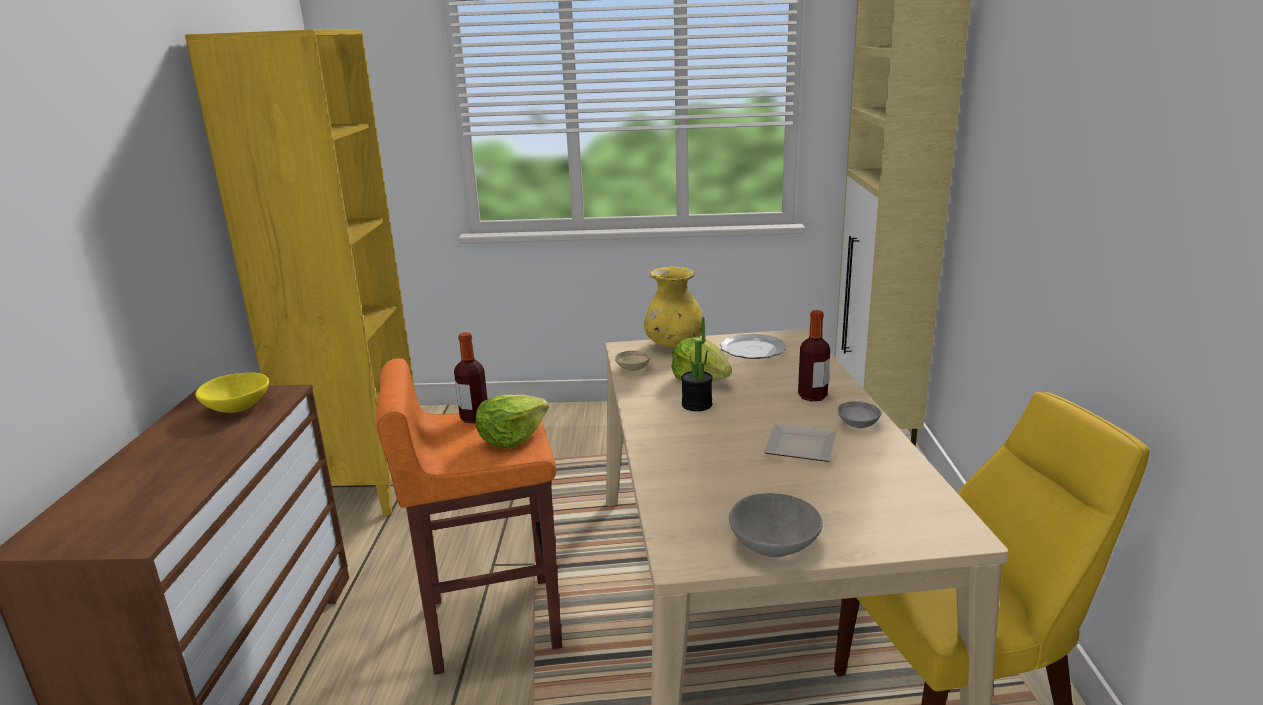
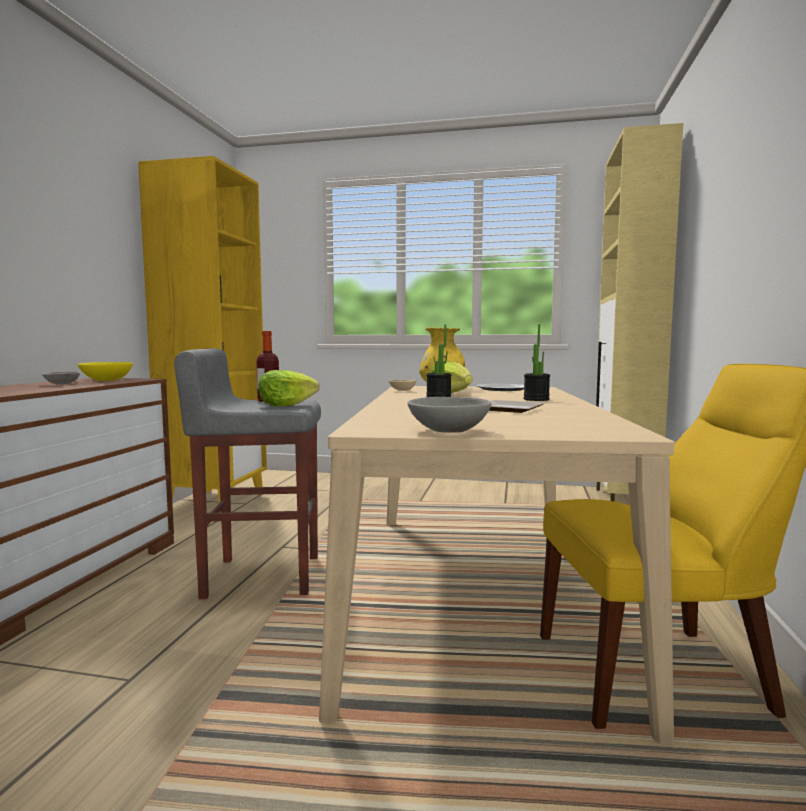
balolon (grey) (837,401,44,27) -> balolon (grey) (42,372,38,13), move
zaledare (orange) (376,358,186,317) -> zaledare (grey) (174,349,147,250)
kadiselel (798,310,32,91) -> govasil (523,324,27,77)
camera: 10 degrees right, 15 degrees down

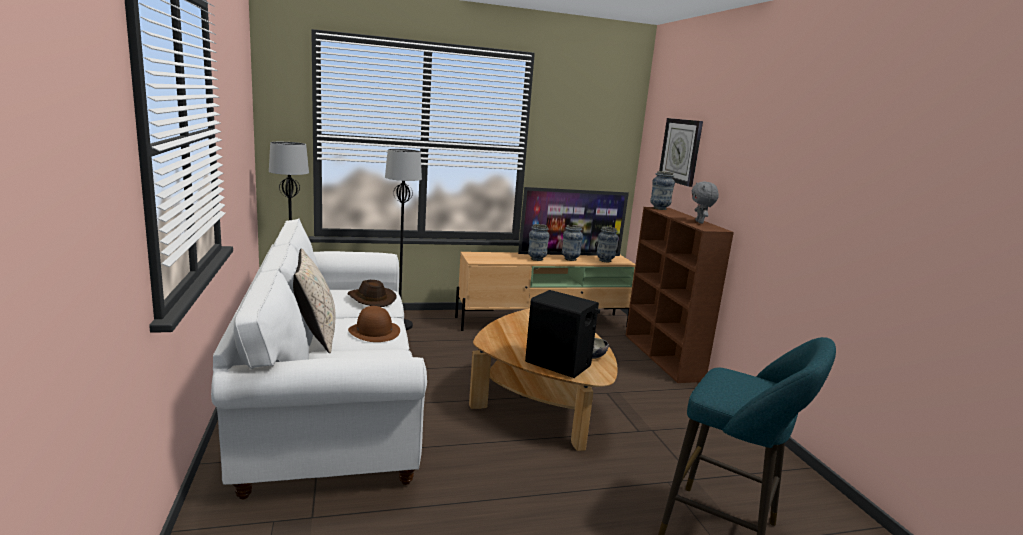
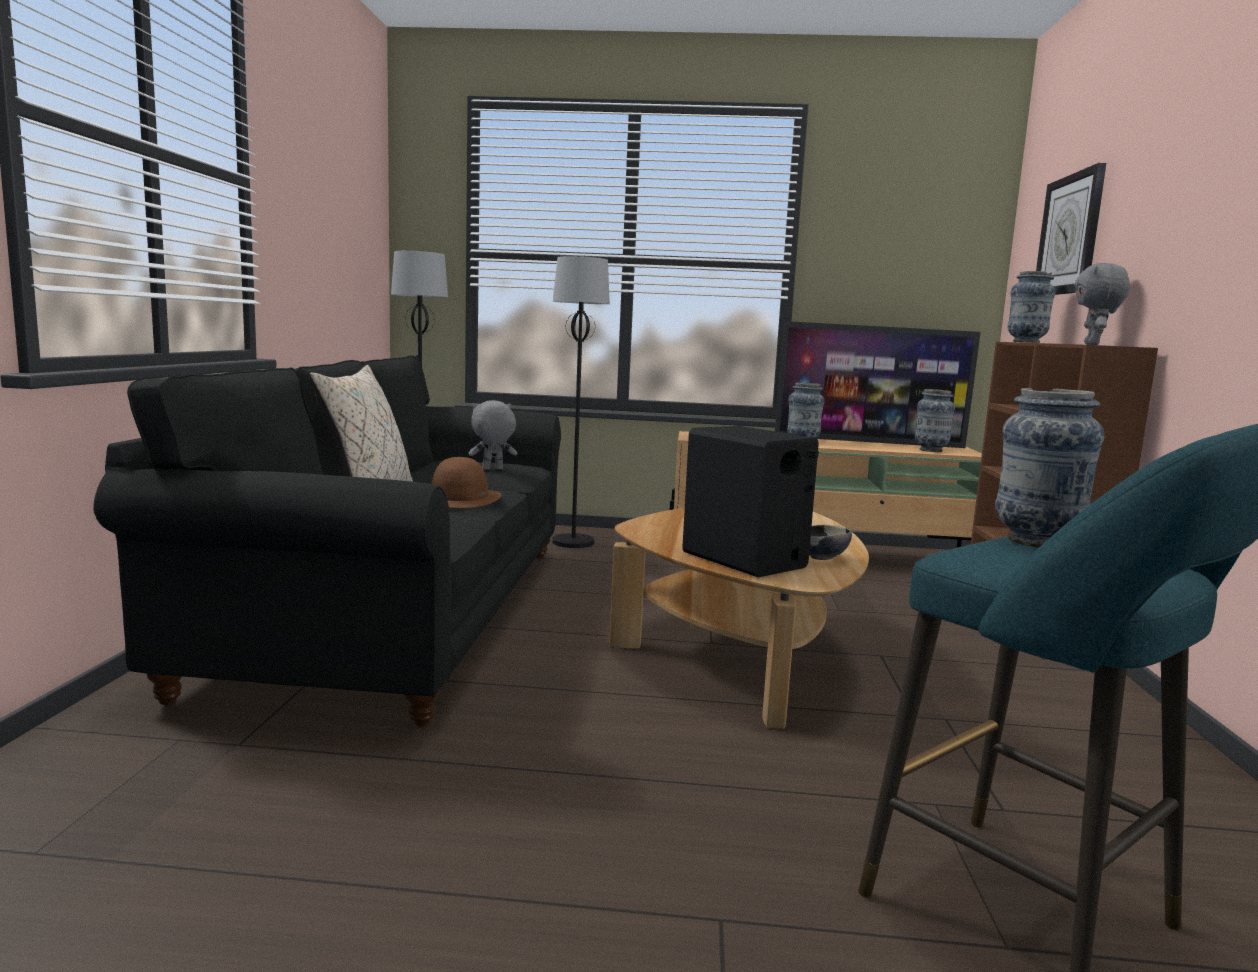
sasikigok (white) (211,218,216,281) -> sasikigok (black) (93,355,468,372)
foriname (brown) (347,280,50,27) -> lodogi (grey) (469,400,48,70)
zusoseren (562,225,21,36) -> zusoseren (995,388,110,160), move
camera: 20 degrees right, 5 degrees down

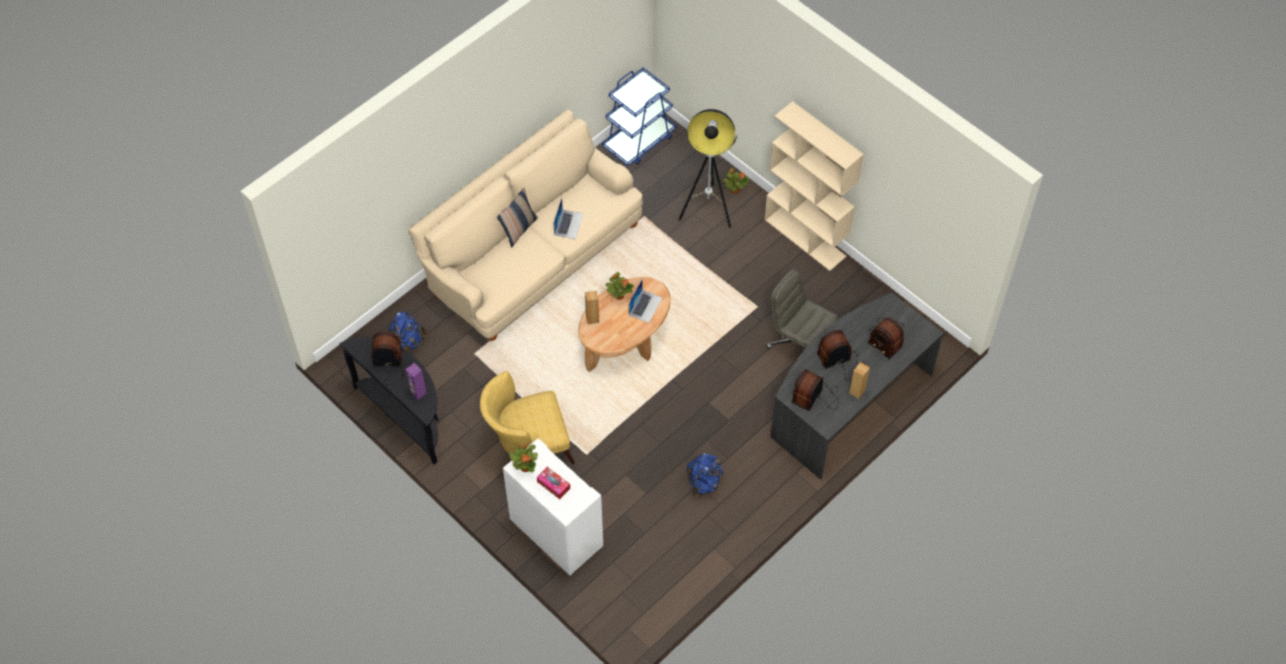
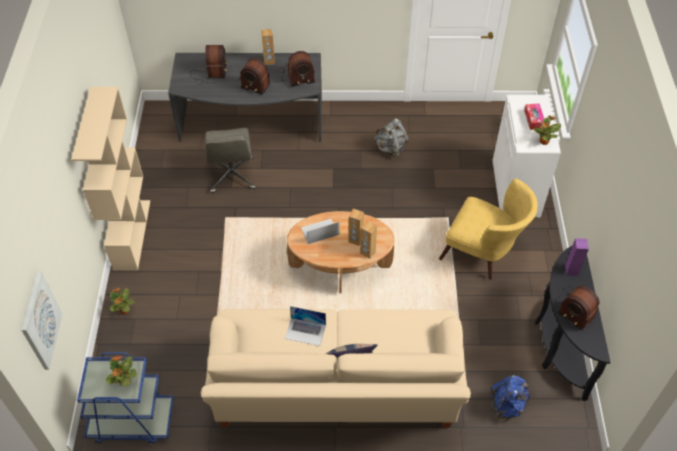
none -> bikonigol (21,272,42,98)
govasil (606,272,28,28) -> govasil (106,356,30,30), move
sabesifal (553,198,30,41) -> sabesifal (285,306,41,40), 135 degrees counterclockwise
none -> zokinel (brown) (349,209,15,37)
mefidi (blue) (687,453,36,44) -> mefidi (grey) (374,119,35,39)
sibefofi (678,109,59,119) -> none
camera: 135 degrees left, 5 degrees down

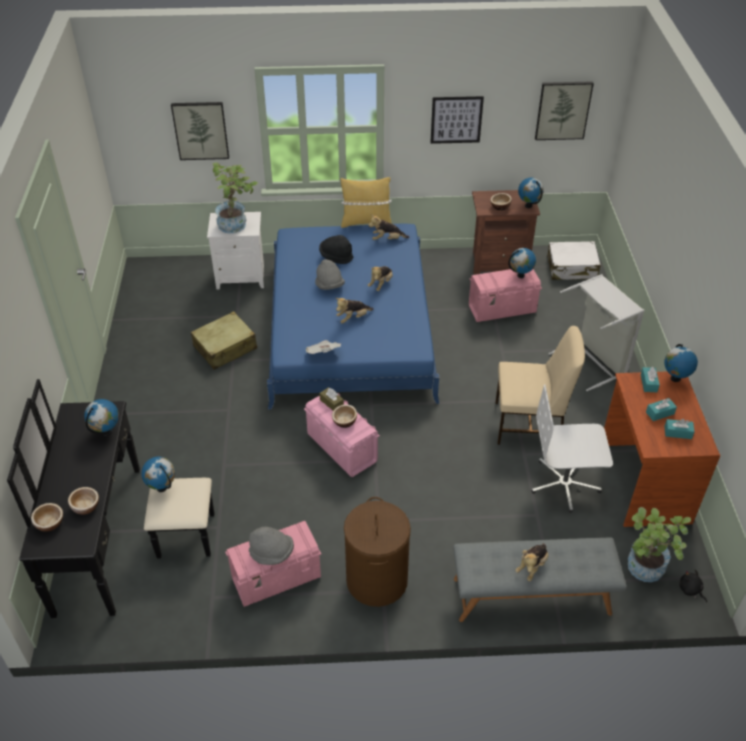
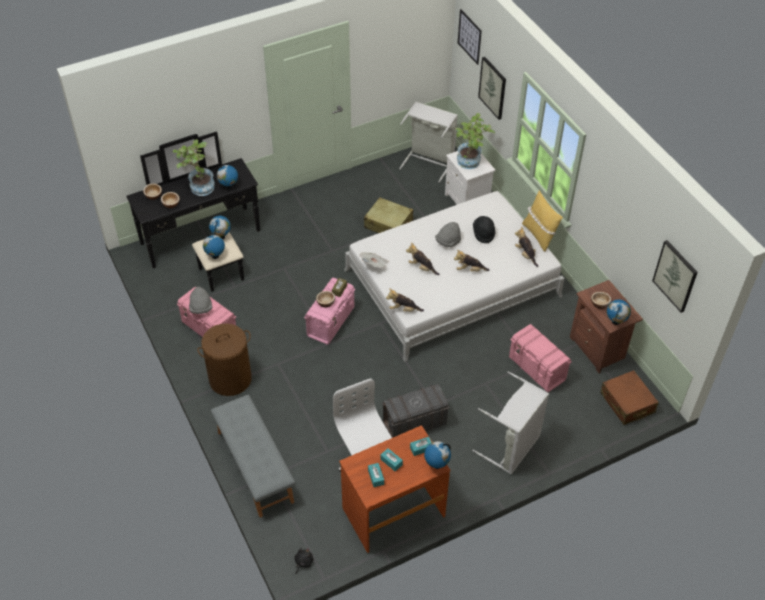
govasil (628,507,63,75) -> govasil (173,139,42,57), move
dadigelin (508,248,28,30) -> dadigelin (203,234,22,25), move
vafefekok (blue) (267,224,173,186) -> vafefekok (white) (344,191,221,171)
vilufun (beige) (495,326,90,119) -> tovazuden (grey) (382,384,68,54)
lodogi (515,543,34,38) -> lodogi (386,288,38,24), move
none -> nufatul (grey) (399,101,59,82)
bikonigol (430,96,54,48) -> bikonigol (458,9,24,56), move
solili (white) (547,241,54,39) -> solili (brown) (600,370,59,55)
camera: 65 degrees right, 5 degrees up

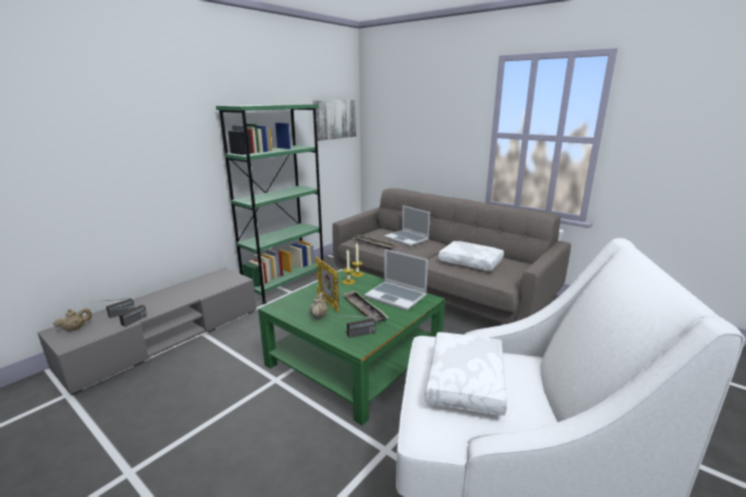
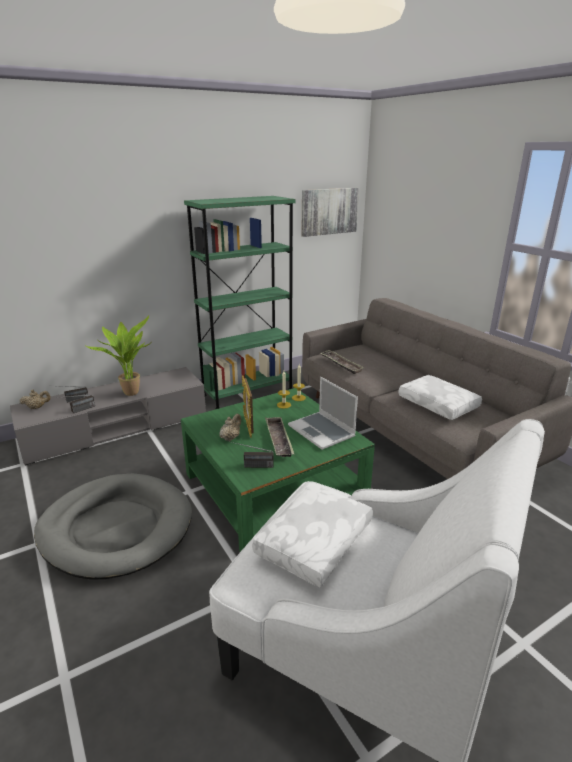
none -> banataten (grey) (34,474,158,106)
none -> govasil (86,315,65,81)
sabesifal (384,205,46,41) -> none
camera: 20 degrees right, 5 degrees up

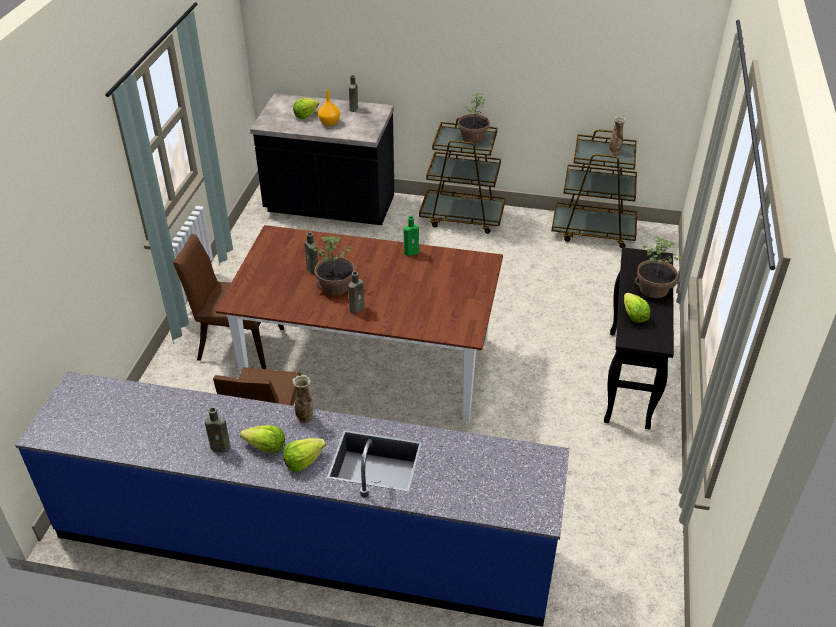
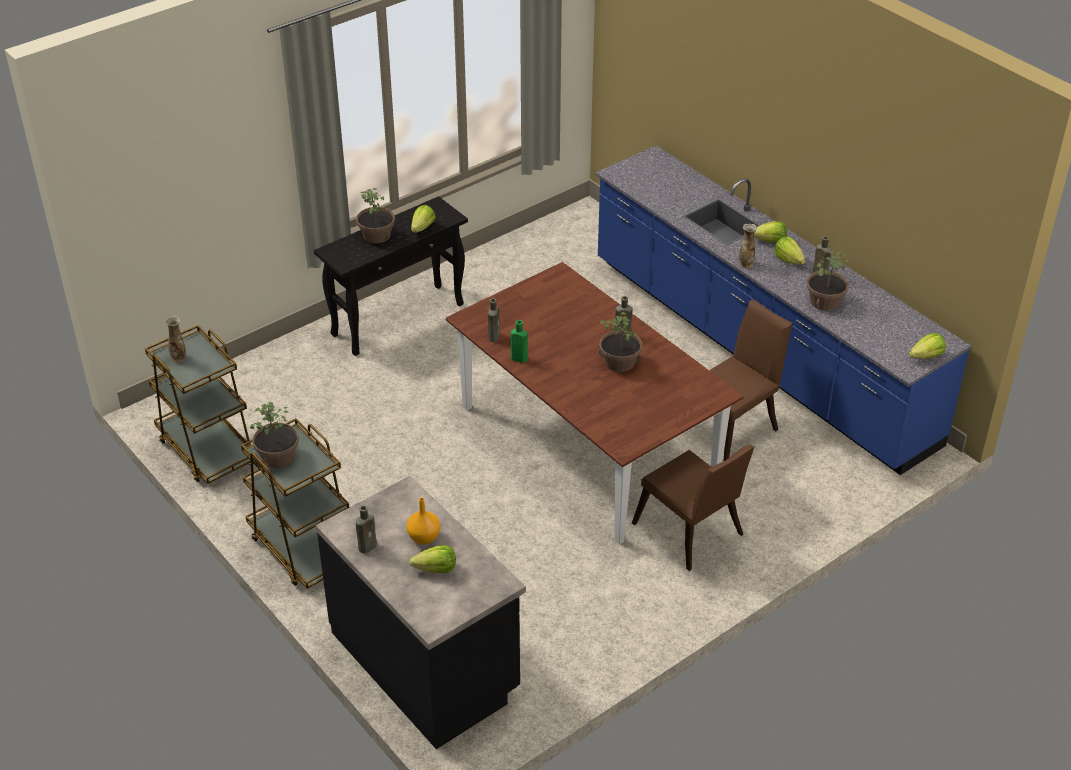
kadiselel (brown) (305,232,13,42) -> kadiselel (brown) (488,298,12,44), move
none -> govasil (807,251,43,59)
none -> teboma (909,333,37,26)
camera: 140 degrees left, 0 degrees up

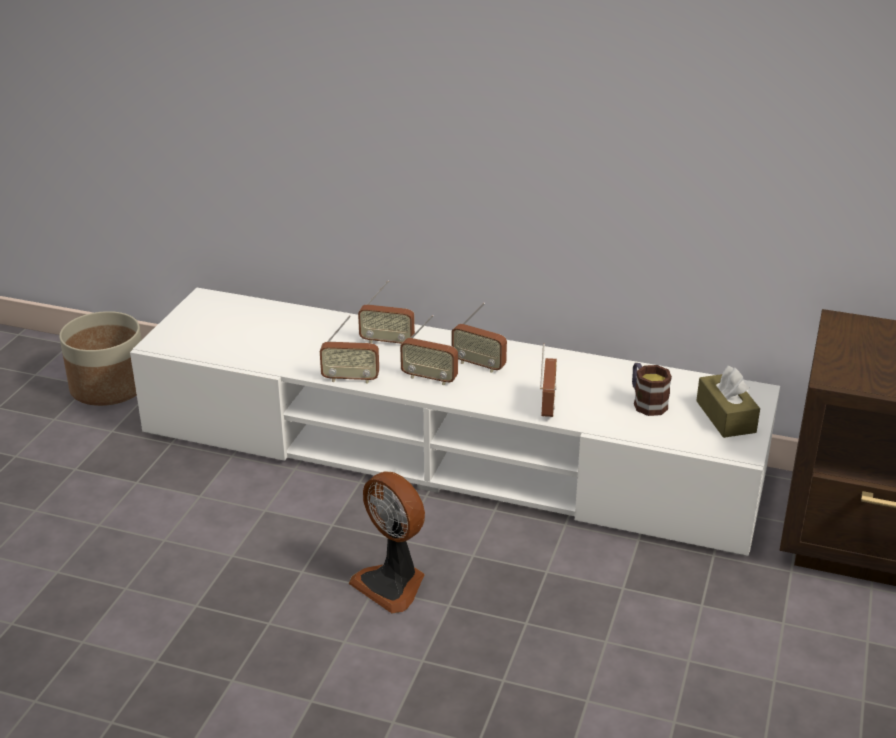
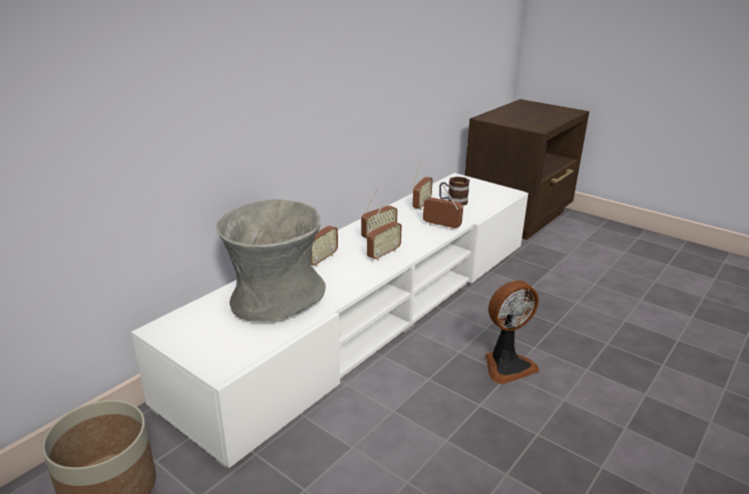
none -> zusoseren (grey) (216,199,110,122)
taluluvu (320,315,59,68) -> taluluvu (412,163,21,47), move
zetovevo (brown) (696,366,64,72) -> none
camera: 70 degrees left, 5 degrees down

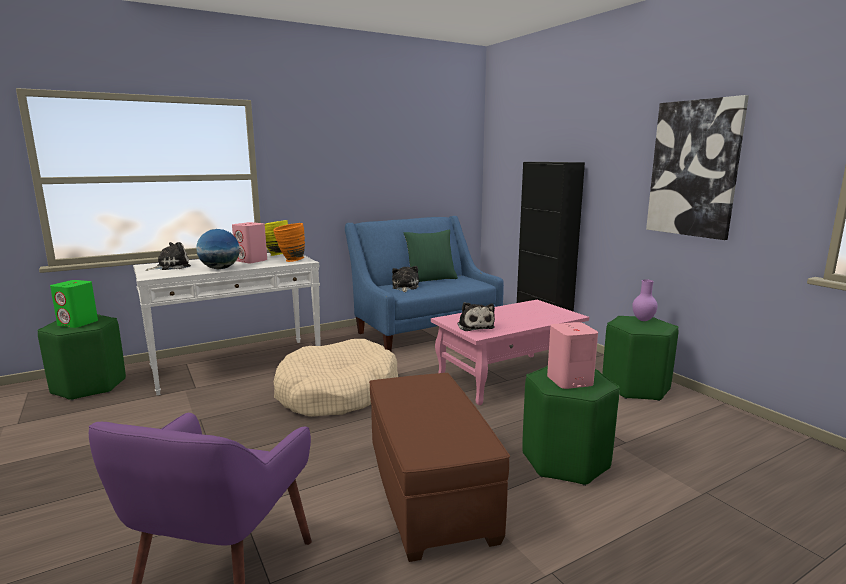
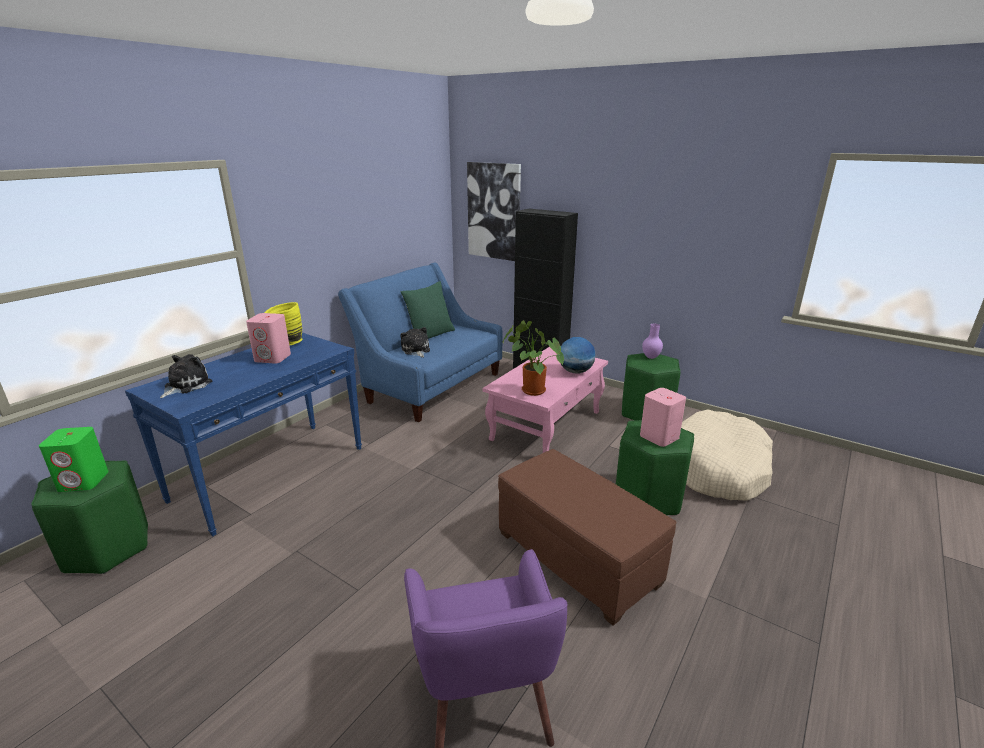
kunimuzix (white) (133,253,188,142) -> kunimuzix (blue) (125,332,237,204)
bikonigol (646,95,103,145) -> bikonigol (467,162,54,99), move
lodogi (457,302,38,29) -> govasil (503,320,61,76)
dadigelin (196,229,44,40) -> dadigelin (559,337,36,37), move
banataten (beige) (274,339,124,78) -> banataten (beige) (681,410,92,91), move
zusoseren (orange) (273,223,32,39) -> none
camera: 25 degrees left, 10 degrees up

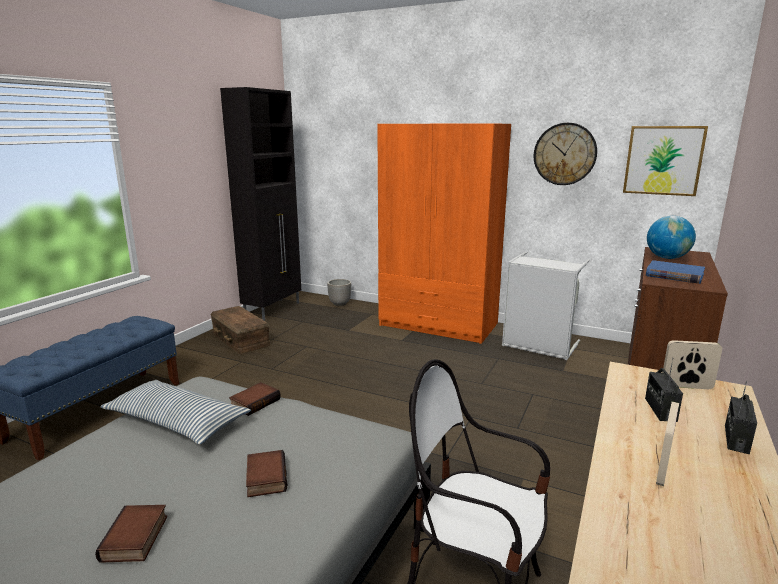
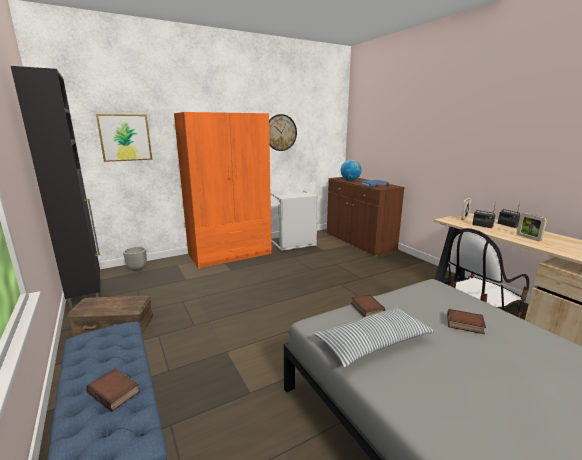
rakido (95,505,72,58) -> rakido (86,368,54,44), move
bikonigol (623,126,85,70) -> bikonigol (96,114,56,48), move
camera: 55 degrees left, 0 degrees up

